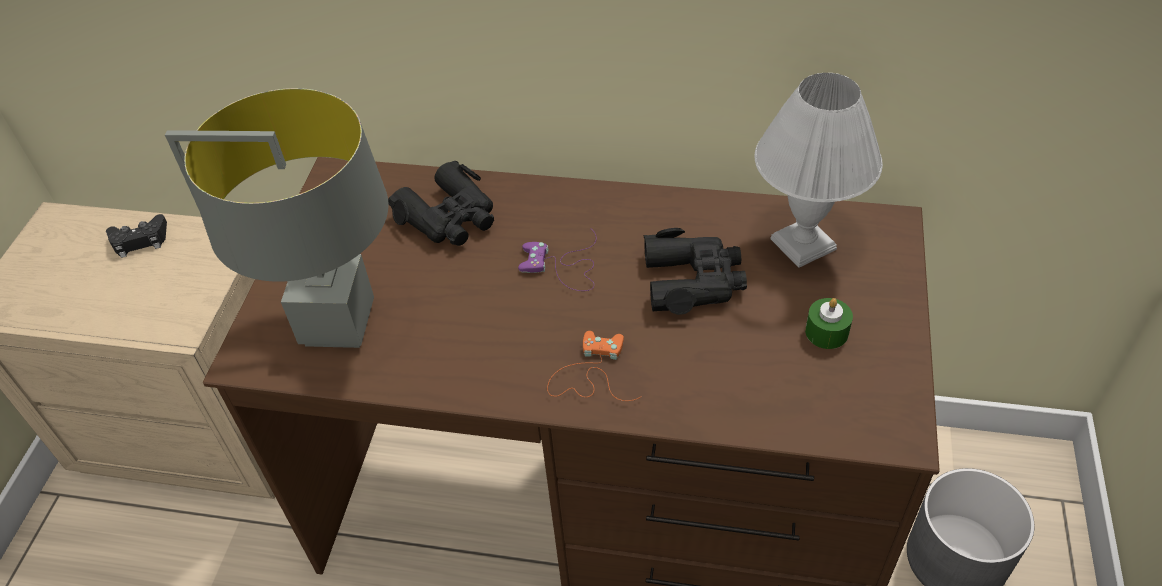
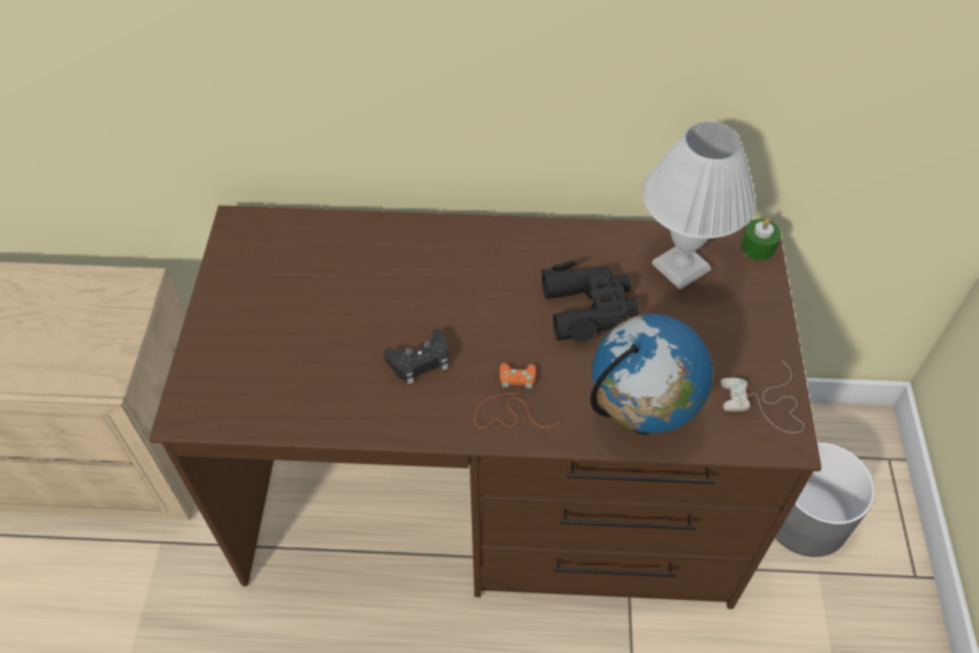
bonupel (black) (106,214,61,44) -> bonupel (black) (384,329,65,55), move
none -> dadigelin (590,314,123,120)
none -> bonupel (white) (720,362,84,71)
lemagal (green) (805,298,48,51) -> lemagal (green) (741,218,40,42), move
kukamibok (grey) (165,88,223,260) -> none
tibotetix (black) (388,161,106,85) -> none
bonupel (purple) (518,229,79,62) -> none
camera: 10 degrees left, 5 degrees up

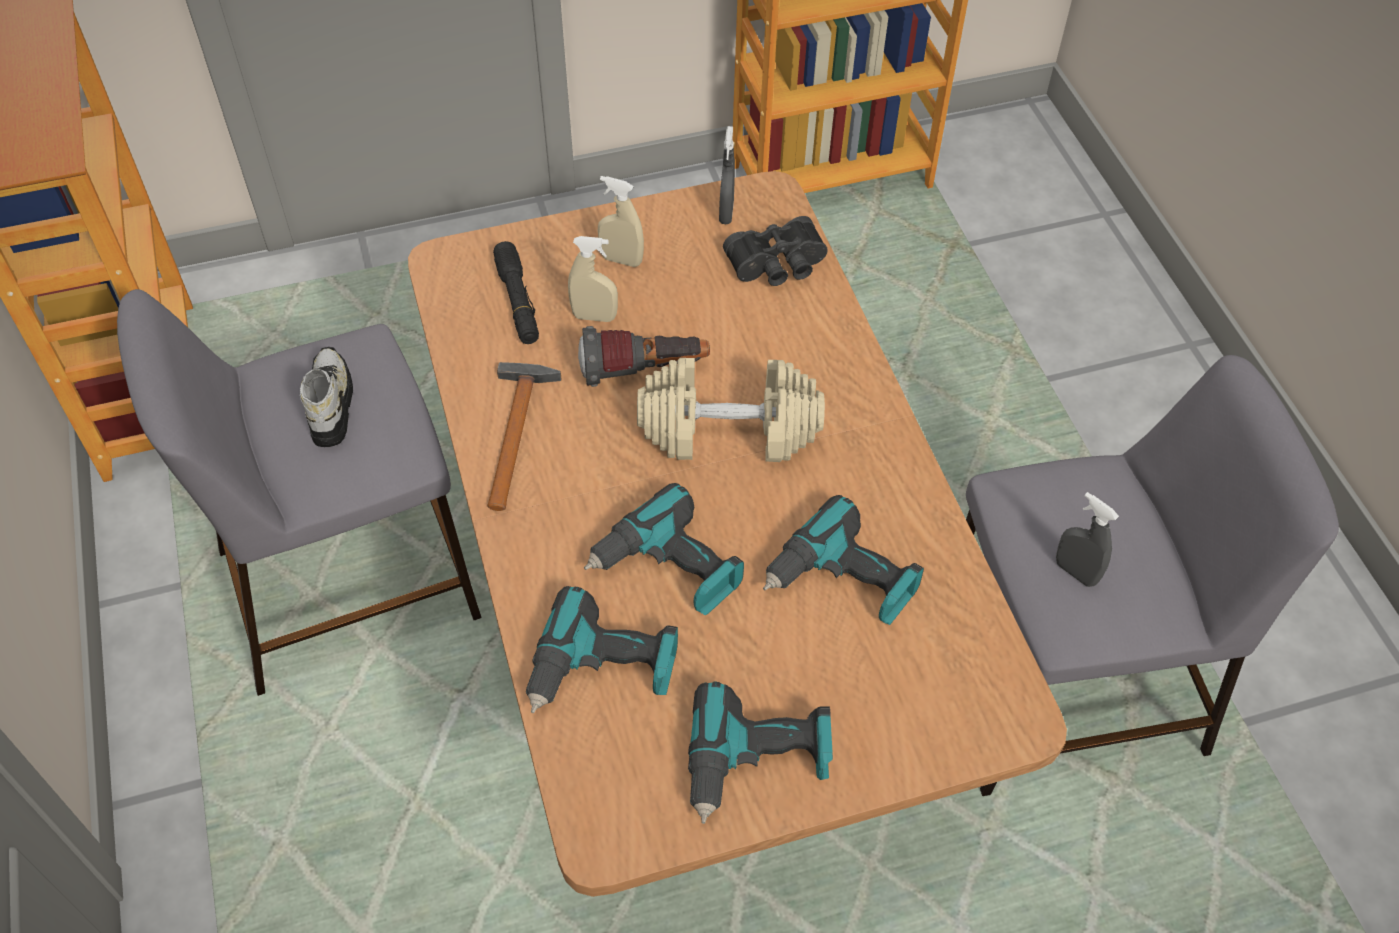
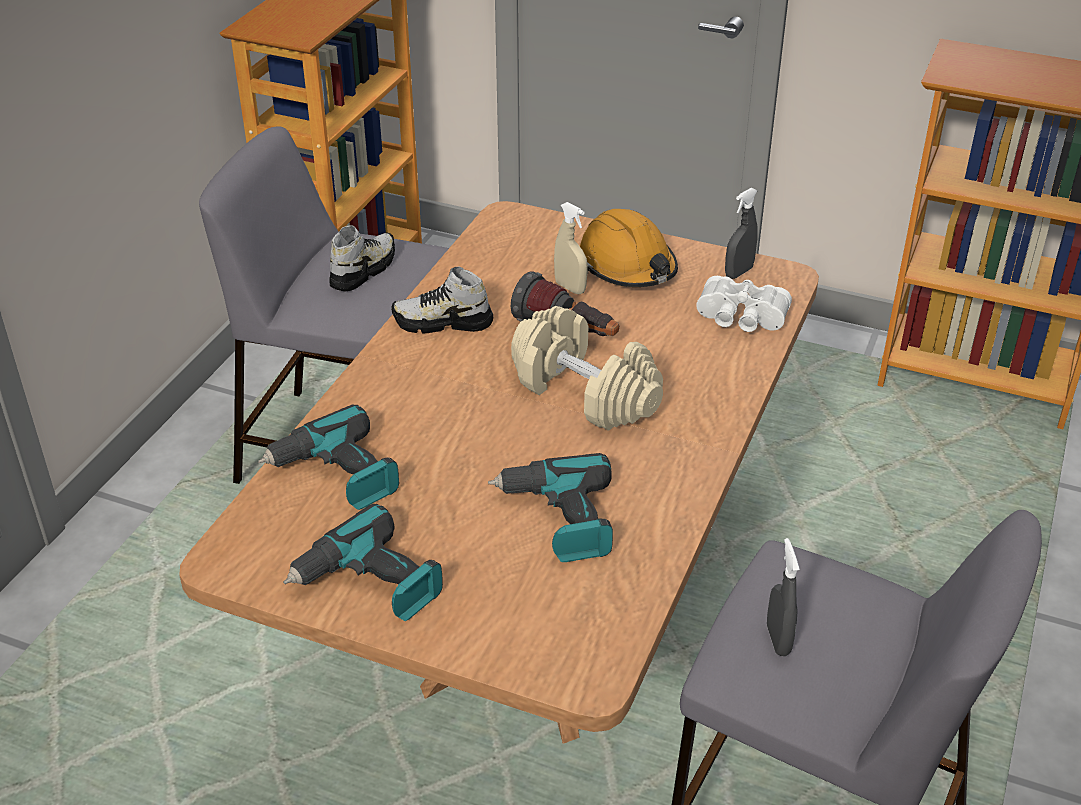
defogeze (487,362,75,149) -> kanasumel (391,266,102,67)
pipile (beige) (598,176,46,91) -> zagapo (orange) (580,209,98,78)
tibotetix (black) (723,216,105,70) -> tibotetix (white) (696,276,96,56)
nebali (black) (493,241,46,103) -> none
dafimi (584,483,160,132) -> none
camera: 40 degrees right, 15 degrees down

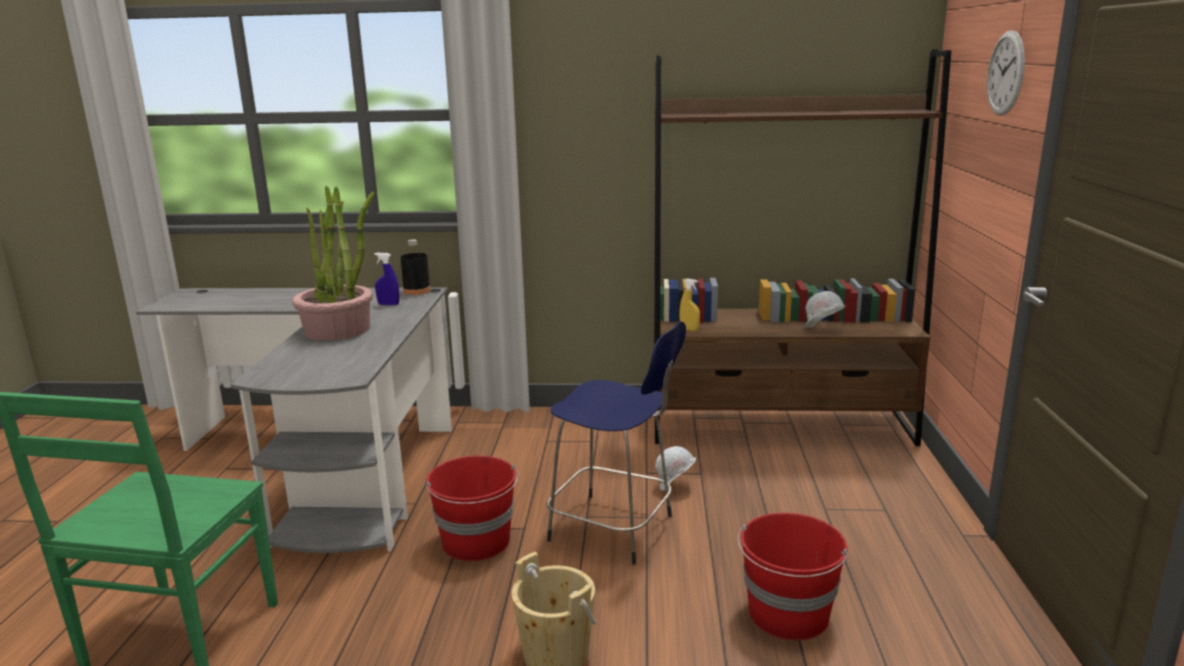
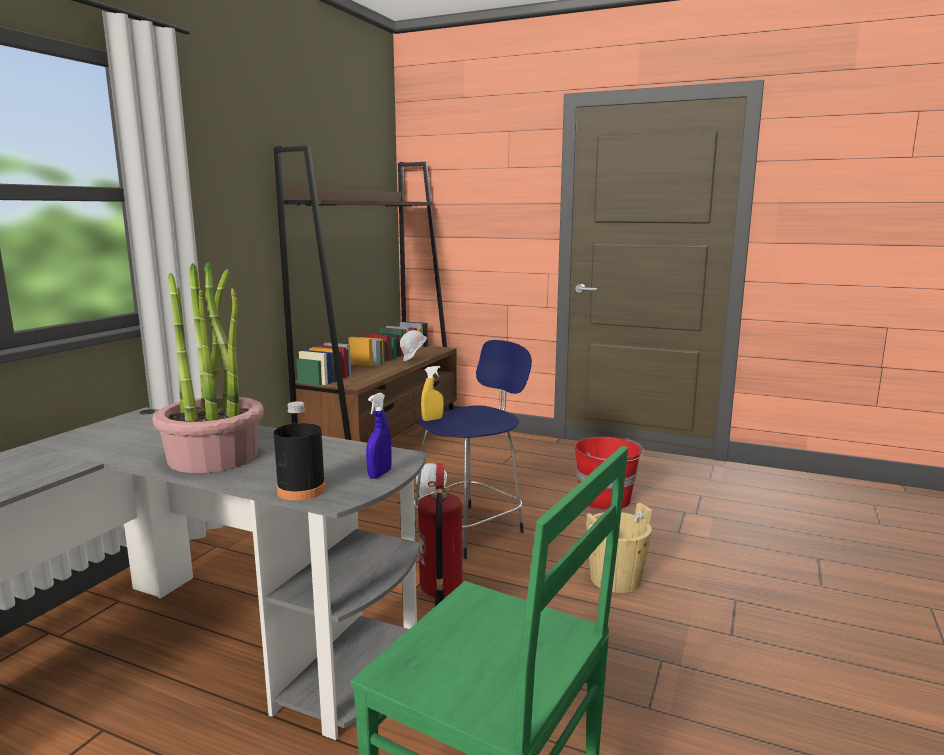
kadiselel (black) (400,240,31,55) -> kadiselel (black) (274,401,52,99), move
pipile (blue) (374,253,25,52) -> pipile (blue) (366,393,26,86), move
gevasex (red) (426,456,93,105) -> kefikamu (418,463,44,143)
pipile (yellow) (679,278,21,53) -> pipile (yellow) (421,366,23,55), move
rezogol (987,30,38,86) -> none
camera: 70 degrees left, 5 degrees down

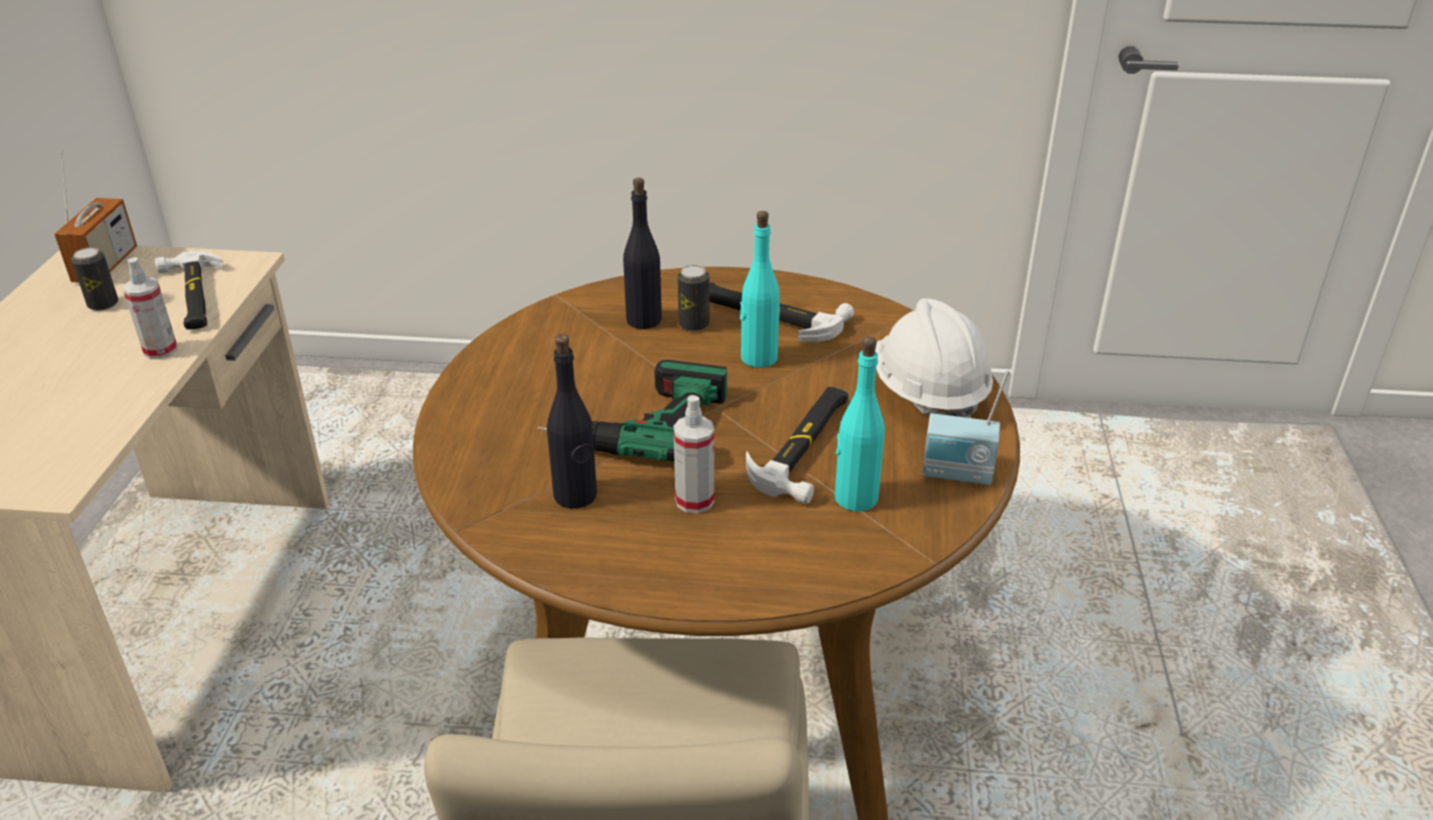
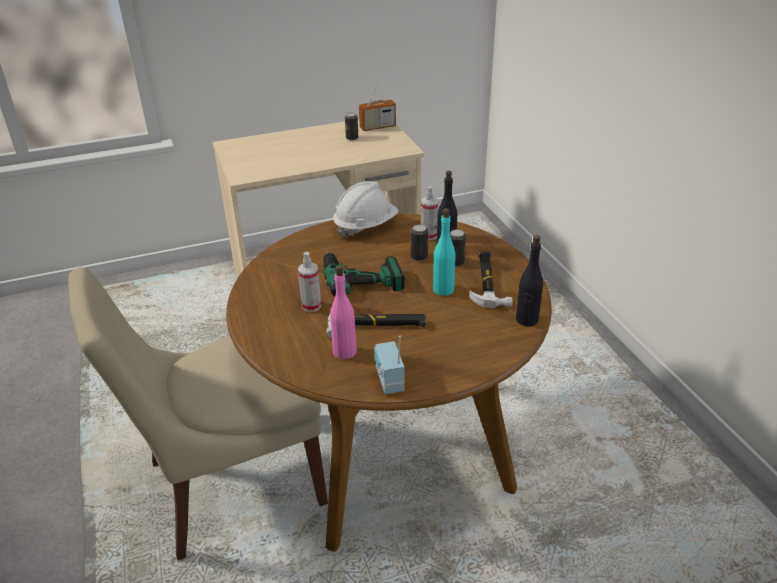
kadiselel (turquoise) (835,337,50,174) -> kadiselel (pink) (330,265,27,95)
zagapo (white) (875,298,118,120) -> zagapo (white) (333,181,66,57), move
none -> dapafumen (411,224,17,37)
pipile (123,257,54,102) -> pipile (421,186,17,54), move
kadiselel (black) (547,334,50,174) -> kadiselel (black) (516,235,27,92), move
defogeze (155,251,69,79) -> none
camera: 65 degrees right, 0 degrees up

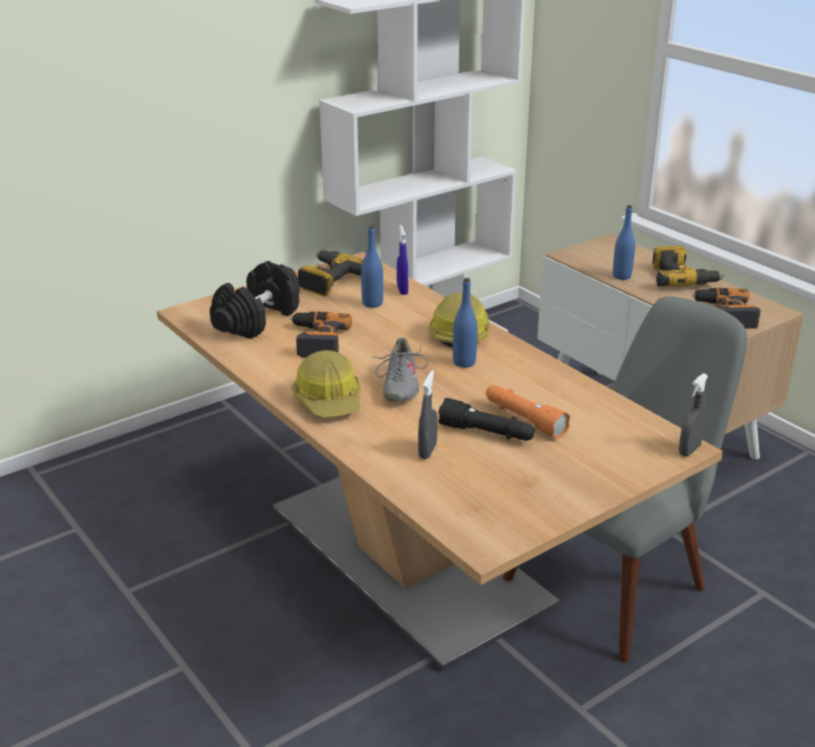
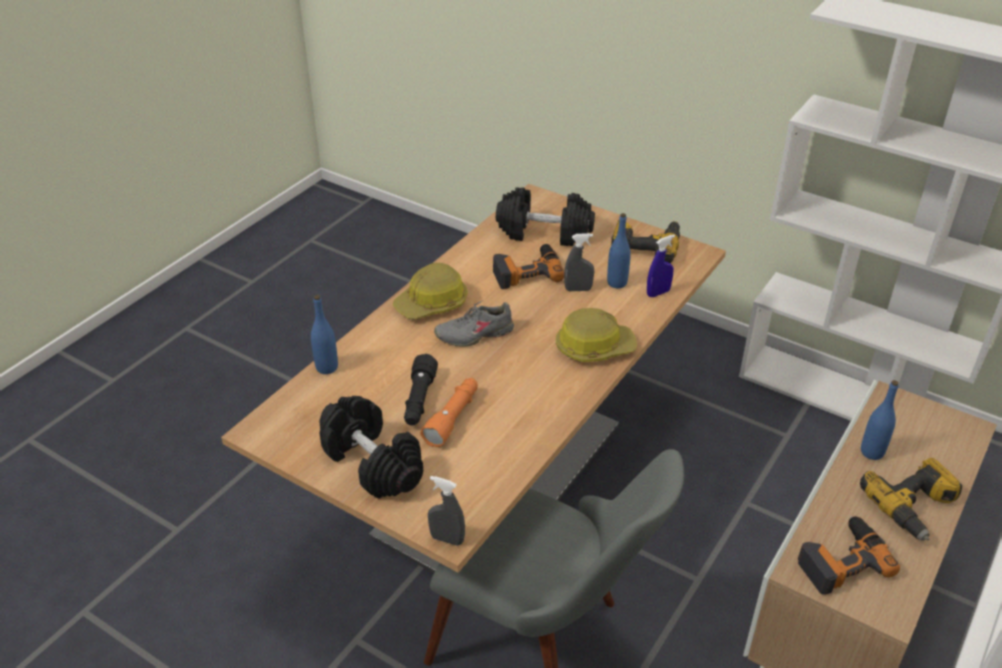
kadiselel (blue) (453,278,25,90) -> kadiselel (blue) (311,295,27,79), move
none -> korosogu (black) (319,396,104,102)
pipile (grey) (418,370,20,89) -> pipile (grey) (564,233,30,58), move
camera: 70 degrees right, 10 degrees up

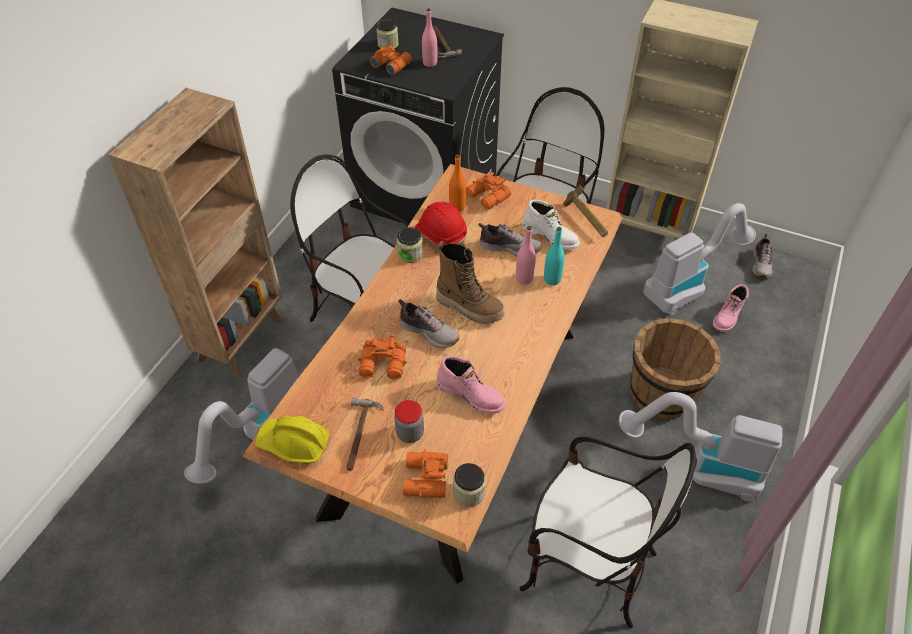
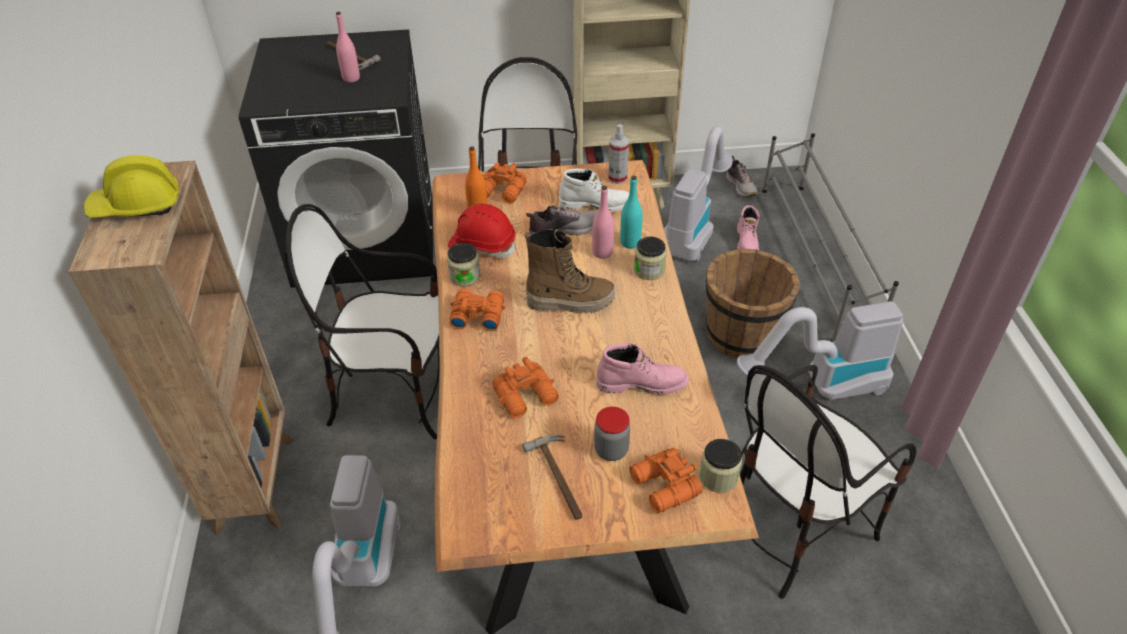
zagapo (yellow) (255,416,74,48) -> zagapo (yellow) (84,155,95,63), move
tibotetix (orange) (370,45,42,30) -> tibotetix (orange) (450,289,55,42), move
defogeze (563,185,45,52) -> pipile (608,124,21,60)
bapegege (376,19,23,30) -> bapegege (634,237,33,43), move
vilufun (519,437,178,191) -> vilufun (740,365,177,234), 150 degrees clockwise
none -> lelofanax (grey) (762,133,137,209)
kanasumel (399,299,61,49) -> none
camera: 30 degrees left, 5 degrees down

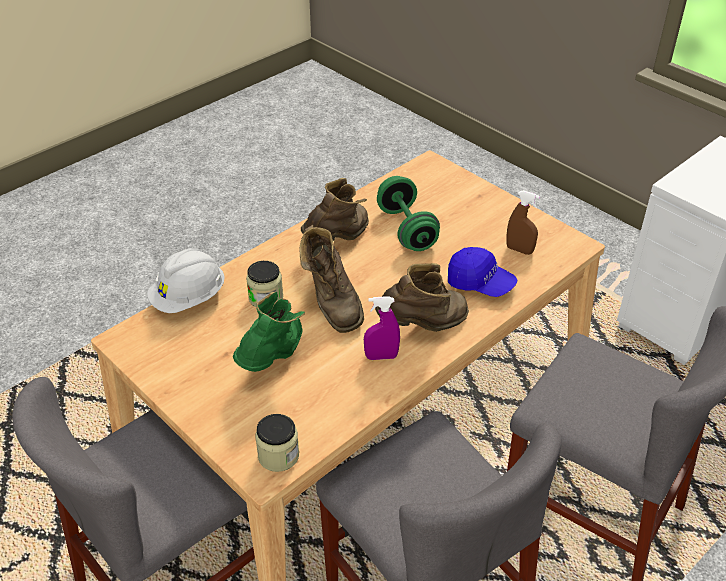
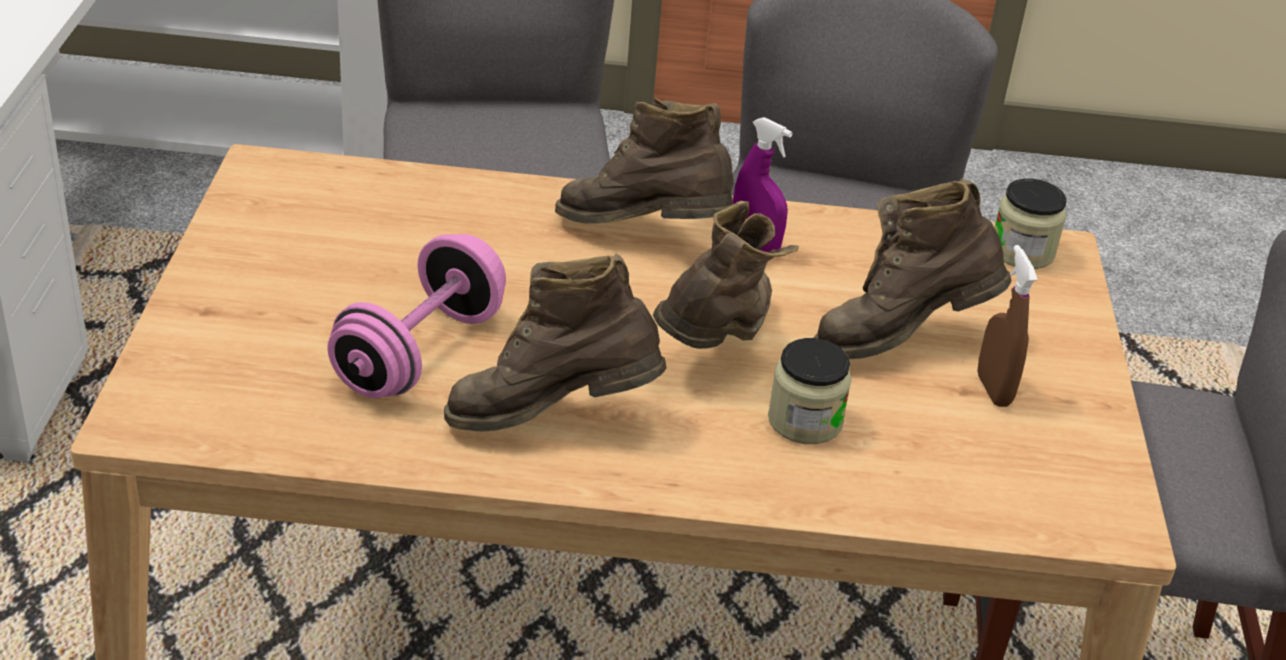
korosogu (green) (377,176,63,75) -> korosogu (pink) (327,234,179,164)
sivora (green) (233,291,72,81) -> sivora (brown) (813,178,198,181)
pipile (brown) (506,190,34,65) -> pipile (brown) (977,245,61,162), move
zagapo (white) (147,248,78,65) -> none
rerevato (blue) (448,247,69,50) -> none
camera: 135 degrees left, 5 degrees down

